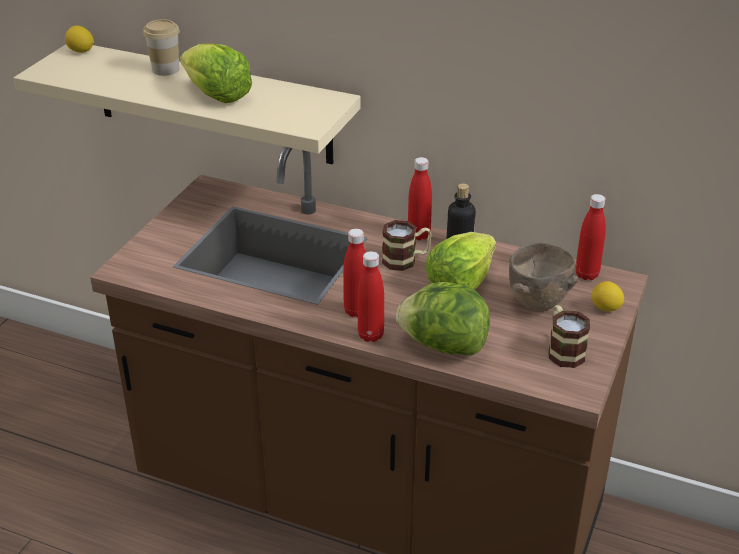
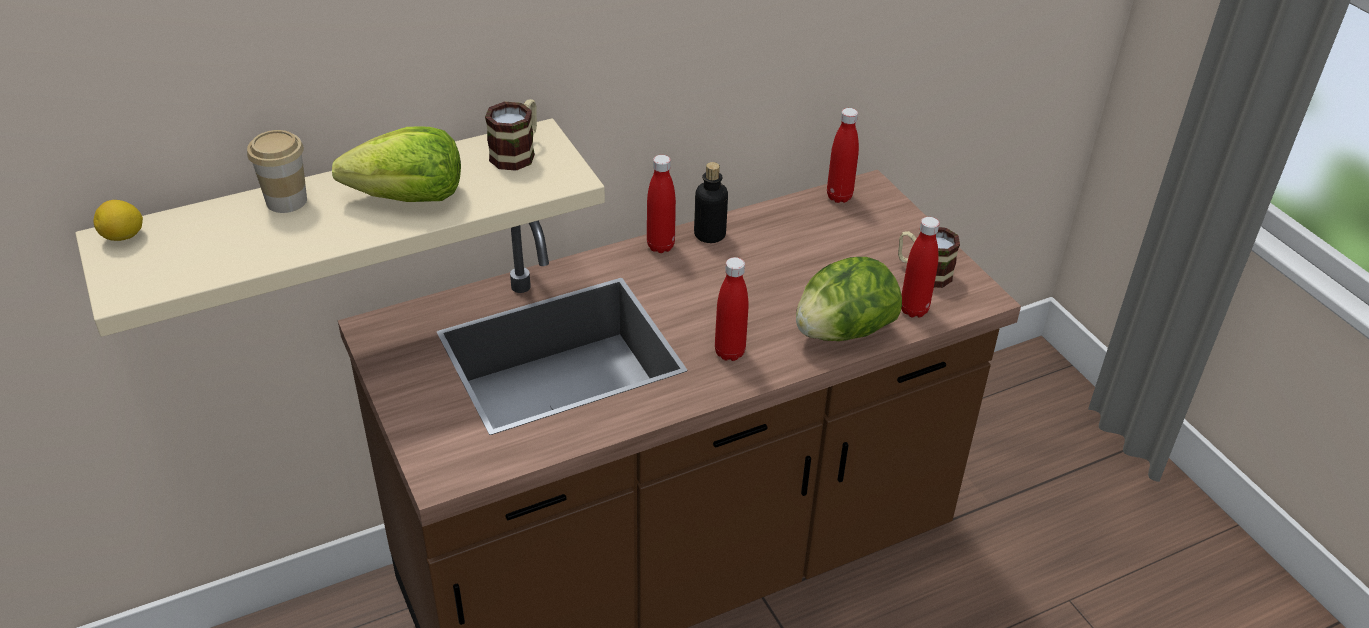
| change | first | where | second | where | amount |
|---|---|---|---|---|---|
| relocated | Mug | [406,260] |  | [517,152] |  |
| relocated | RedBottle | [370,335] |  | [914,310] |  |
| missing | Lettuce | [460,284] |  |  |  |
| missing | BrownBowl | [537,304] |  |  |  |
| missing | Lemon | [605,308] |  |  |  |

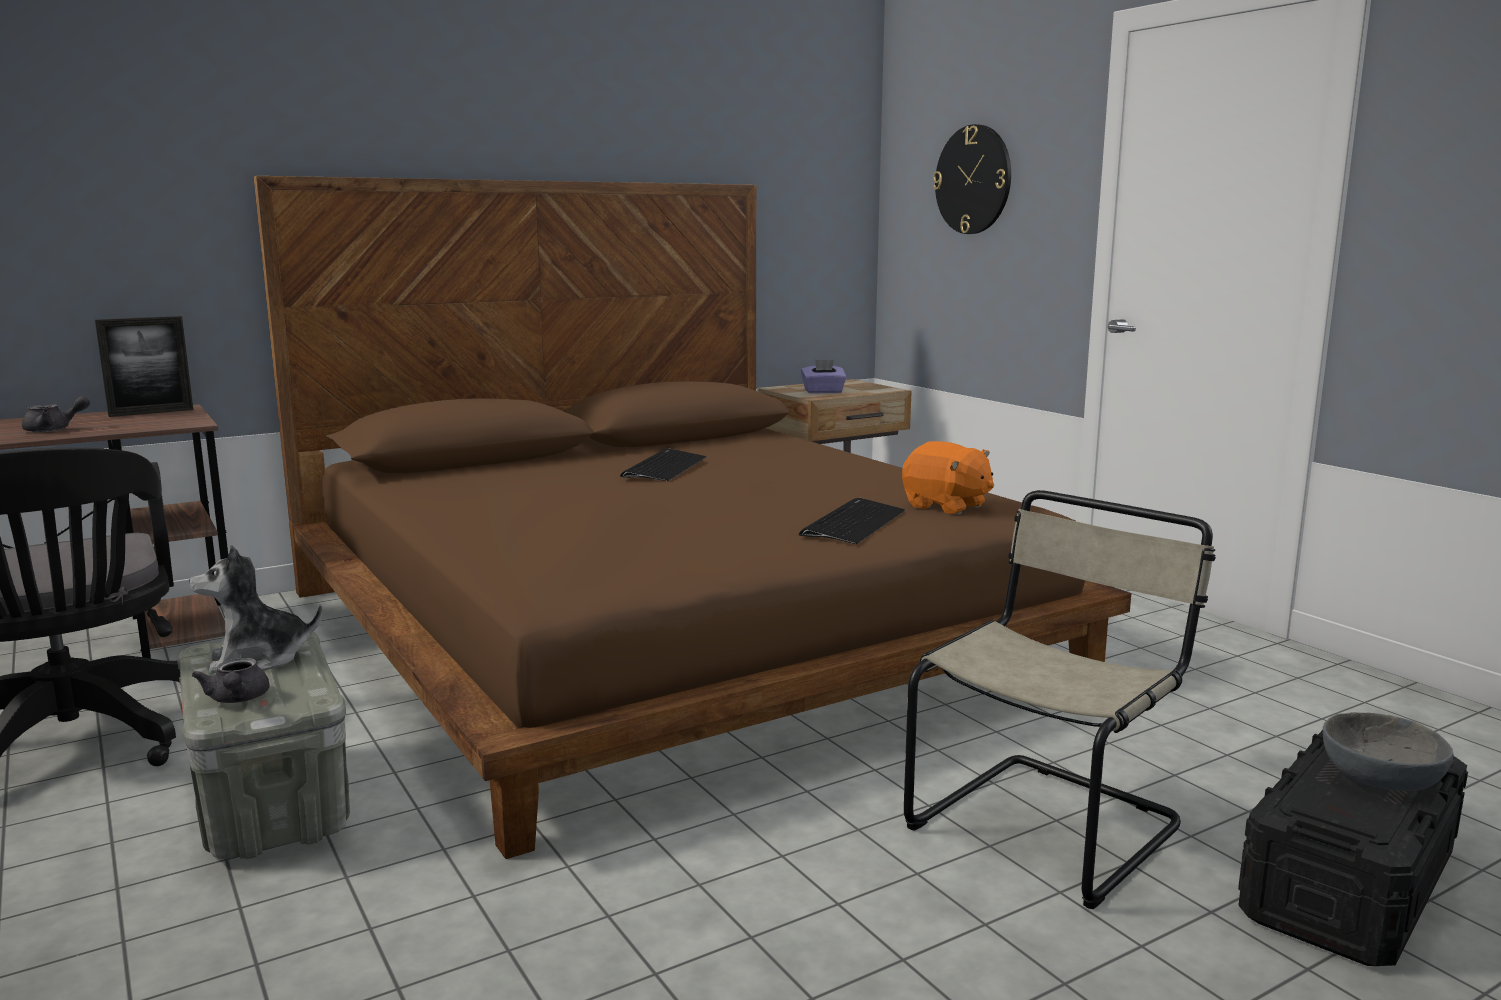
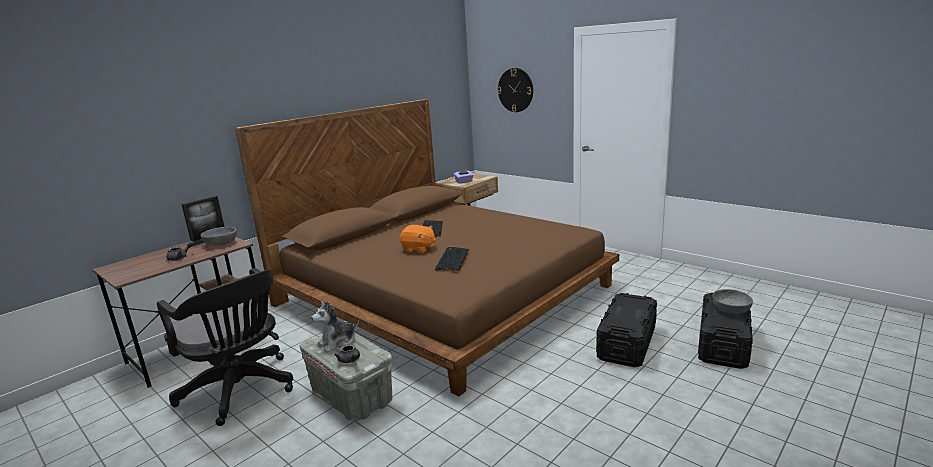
| change | first | where | second | where | amount |
|---|---|---|---|---|---|
| appeared |  |  | GreyBowl | [221,243] |  |
| relocated | OrangePlushToy | [946,506] |  | [419,249] |  |
| relocated | Keyboard | [853,523] |  | [452,259] |  |
| exchanged | BeigeChair | [1050,824] | BlackStorageBox | [627,343] |  |

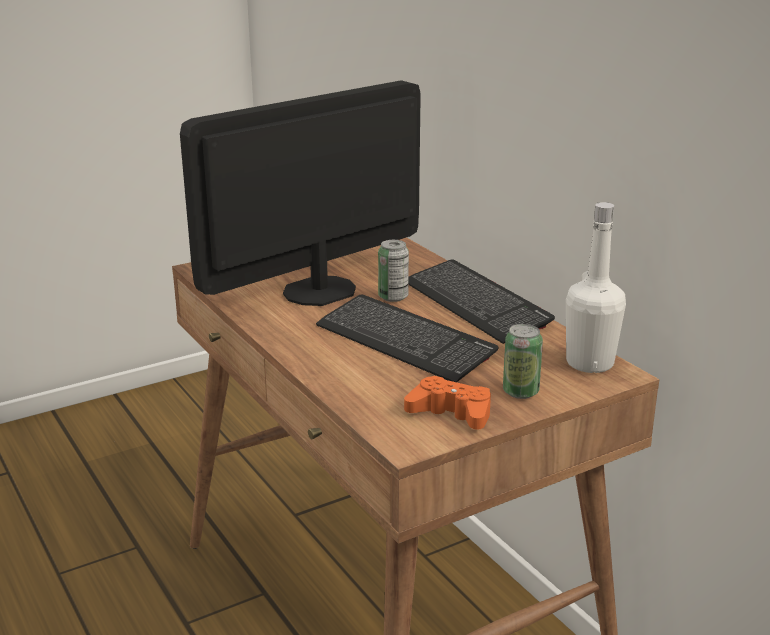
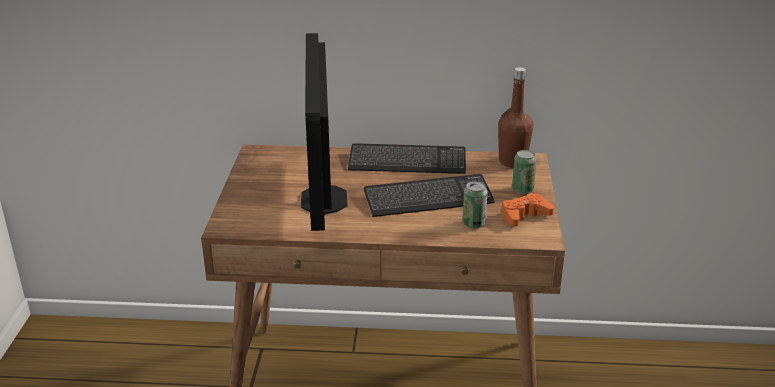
| change | first | where | second | where | amount |
|---|---|---|---|---|---|
| relocated | Can | [393,297] |  | [473,223] |  |
| colour | WhiteBottle | [589,363] | BrownBottle | [512,161] |  |

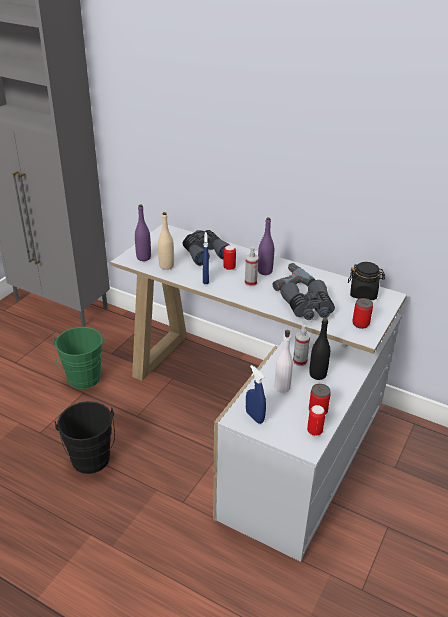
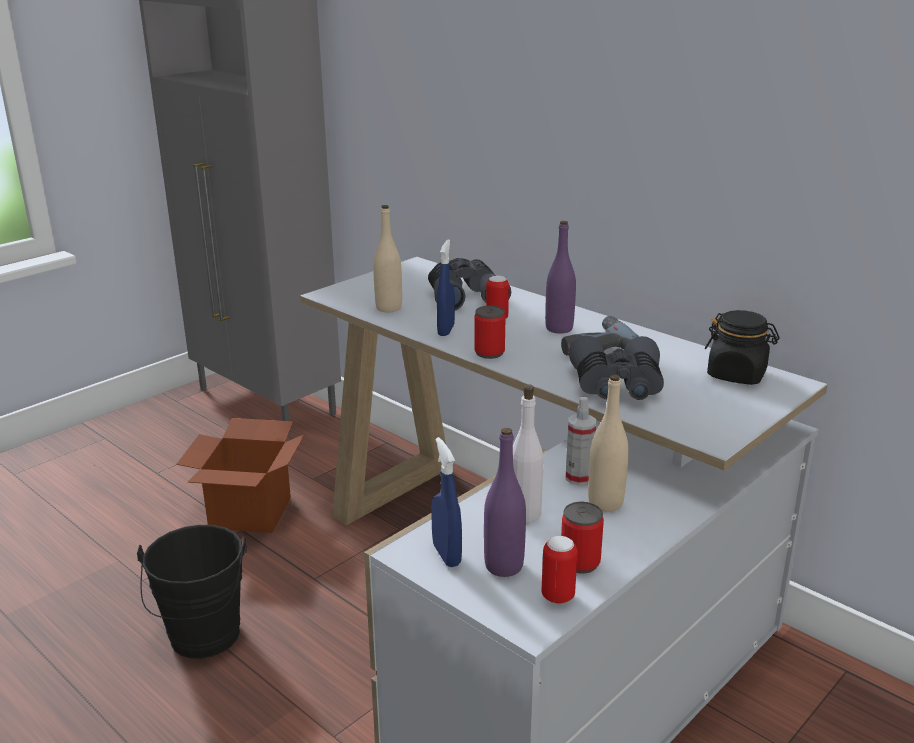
| change | first | where | second | where | amount |
|---|---|---|---|---|---|
| exchanged | GreenBucket | [84,381] | CardboardBox | [251,512] |  |
| relocated | Can | [360,324] |  | [489,353] |  |
| relocated | PurpleBottle | [143,257] |  | [504,566] |  |
| colour | BlackBottle | [317,374] | BeigeBottle | [605,503] |  |
| missing | SprayBottle | [250,282] |  |  |  |

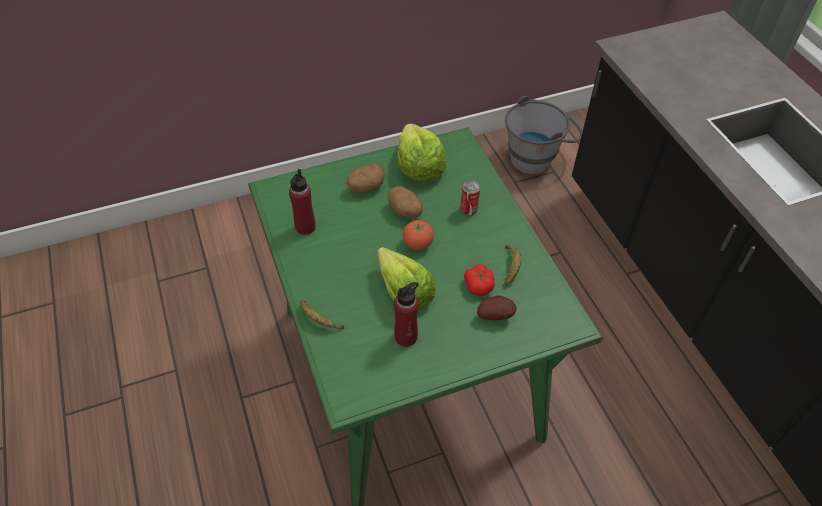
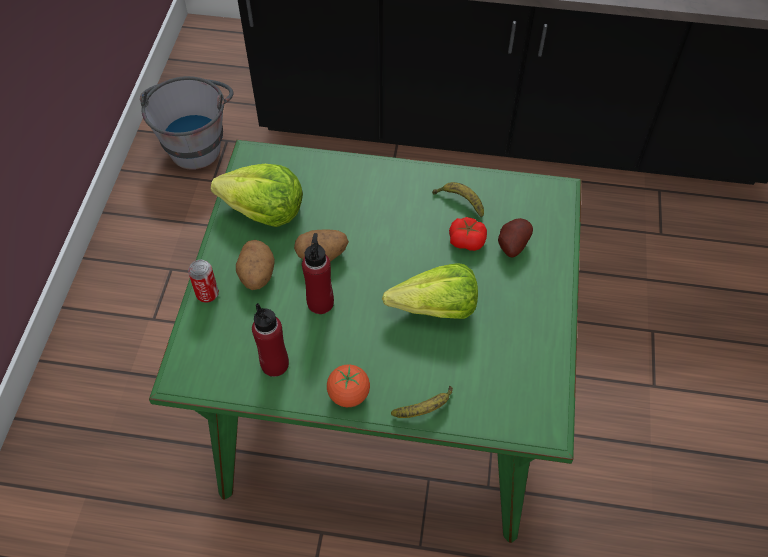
| change | first | where | second | where | amount |
|---|---|---|---|---|---|
| relocated | Can | [468,210] |  | [207,294] |  |
| relocated | RedBottle | [406,337] |  | [320,302] |  |
| relocated | Tomato | [417,244] |  | [349,394] |  |

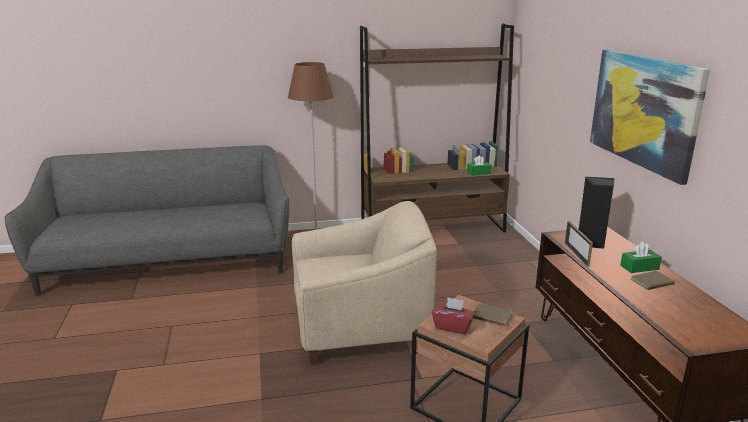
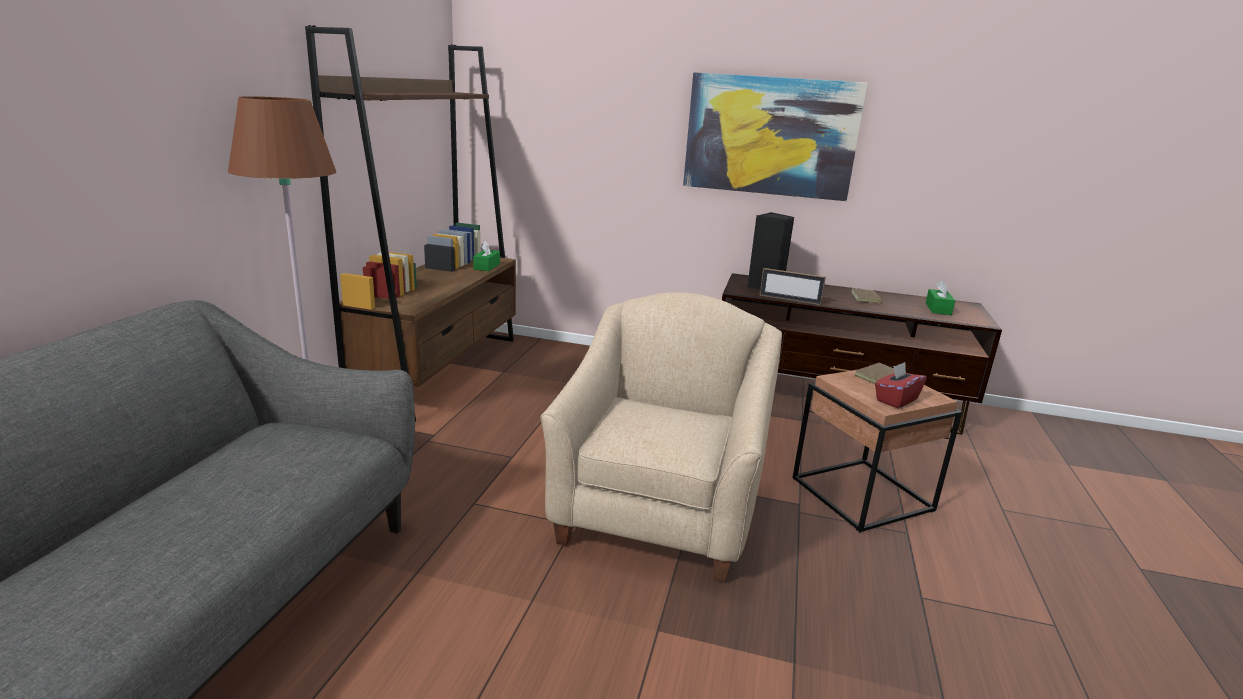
| change | first | where | second | where | amount |
|---|---|---|---|---|---|
| relocated | GreenTissueBox | [639,267] |  | [938,309] |  |

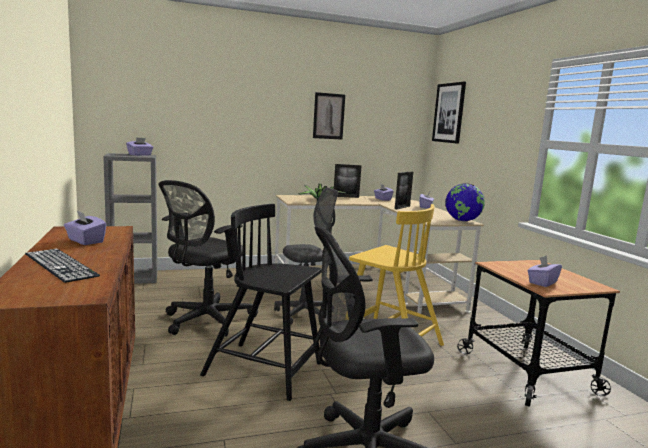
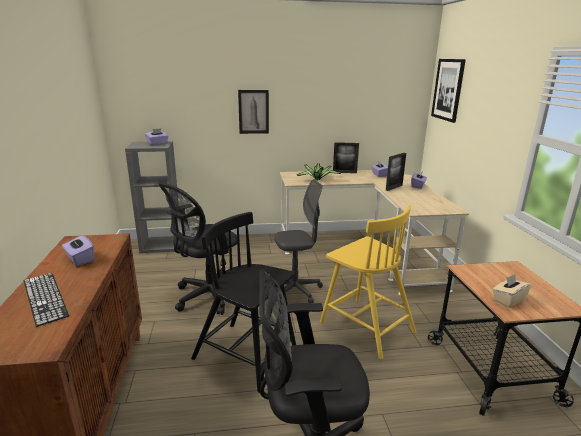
| change | first | where | second | where | amount |
|---|---|---|---|---|---|
| relocated | Picture | [328,116] |  | [253,112] |  |
| colour | PurpleTissueBox | [542,282] | BeigeTissueBox | [508,300] |  |
| missing | Globe | [462,221] |  |  |  |

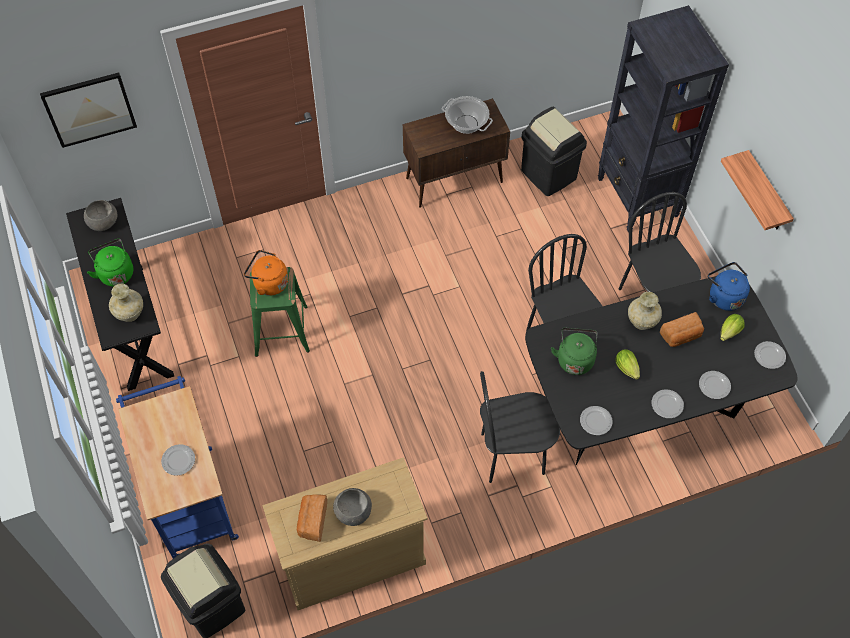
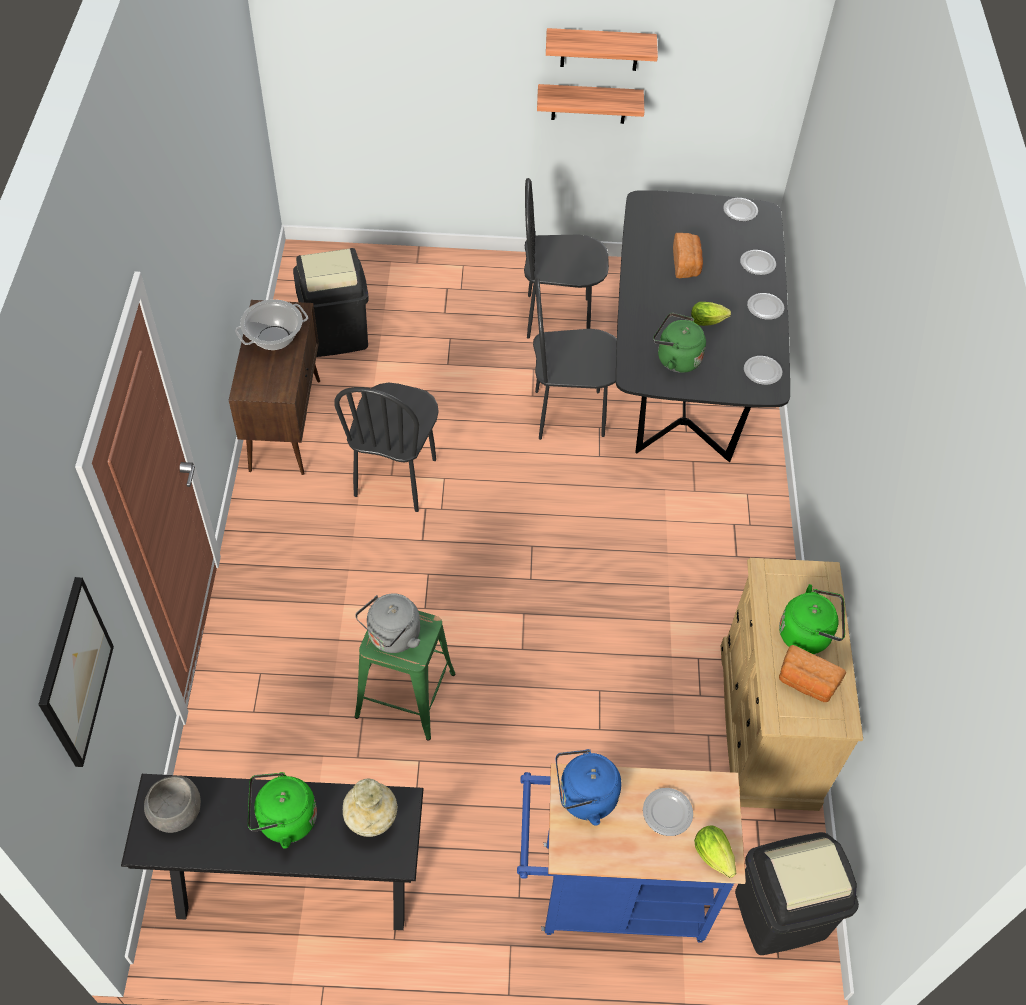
| change | first | where | second | where | amount |
|---|---|---|---|---|---|
| relocated | BlackChair | [512,454] |  | [396,478] |  |
| colour | OrangeKettle | [268,283] | GreyKettle | [392,637] |  |
| appeared |  |  | Shelf | [599,49] |  |
| relocated | BlueKettle | [724,296] |  | [583,798] |  |
| relocated | Lettuce | [728,333] |  | [715,858] |  |
| exchanged | GreyBowl | [353,512] | GreenKettle | [807,634] |  |
| missing | BlackBookcase | [637,198] |  |  |  |
| missing | BeigeVase | [642,321] |  |  |  |

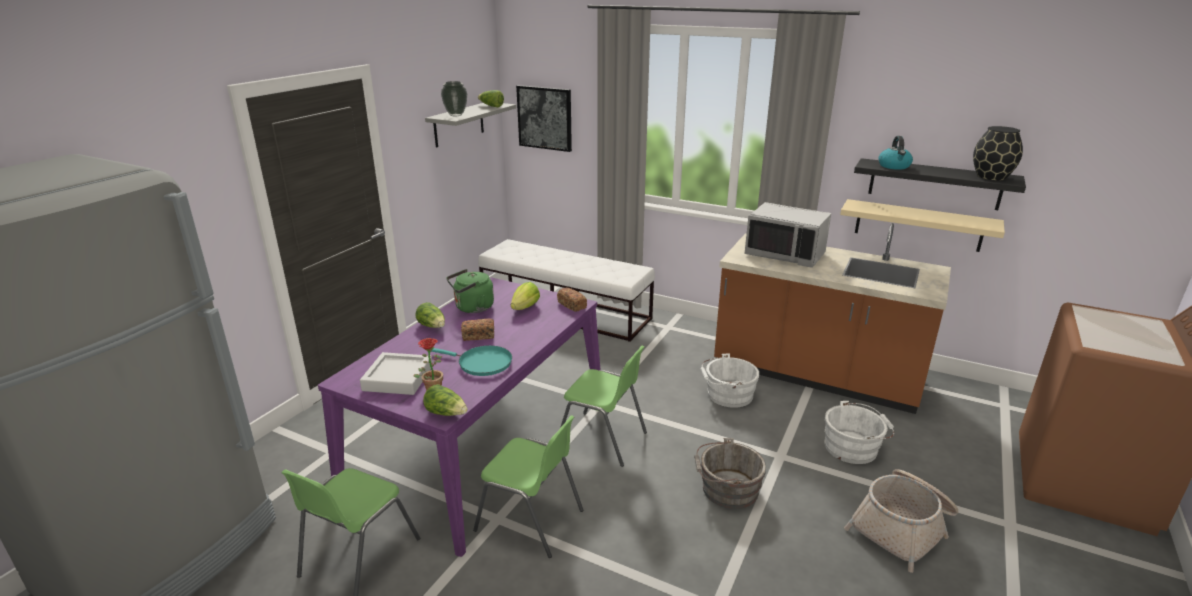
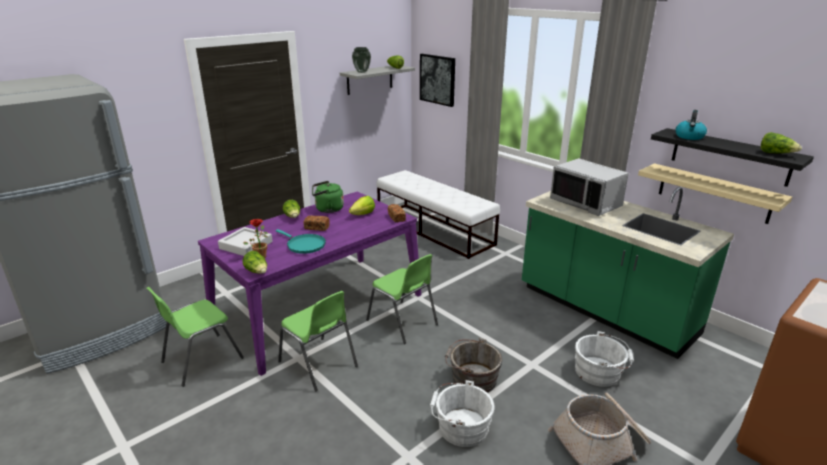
| change | first | where | second | where | amount |
|---|---|---|---|---|---|
| relocated | WhiteBucket | [727,395] |  | [460,427] |  |
| colour | BrownCounter | [815,375] | GreenCounter | [605,311] |  |
| exchanged | BlackVase | [991,176] | Lettuce | [776,153] |  |

